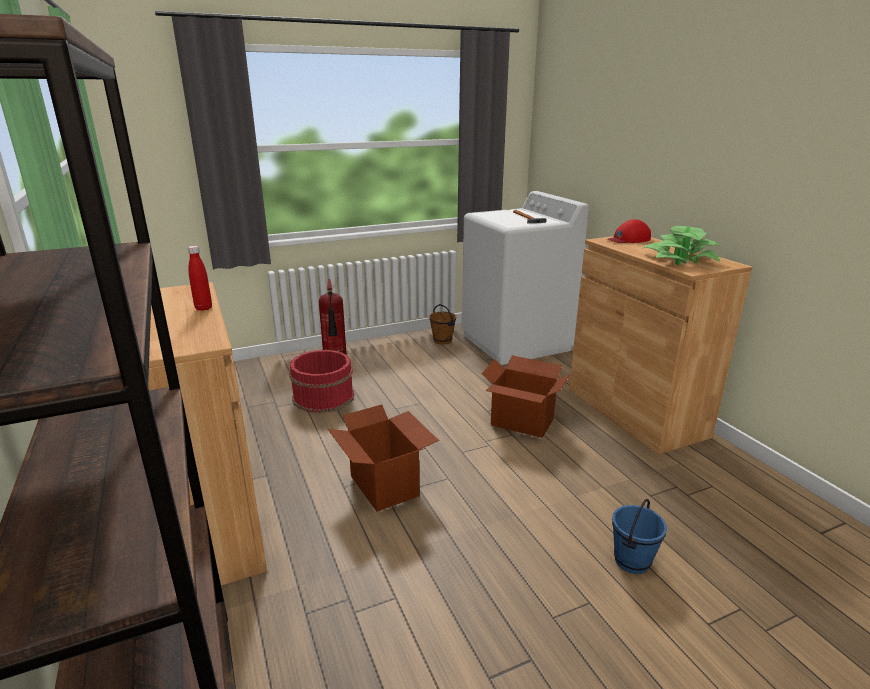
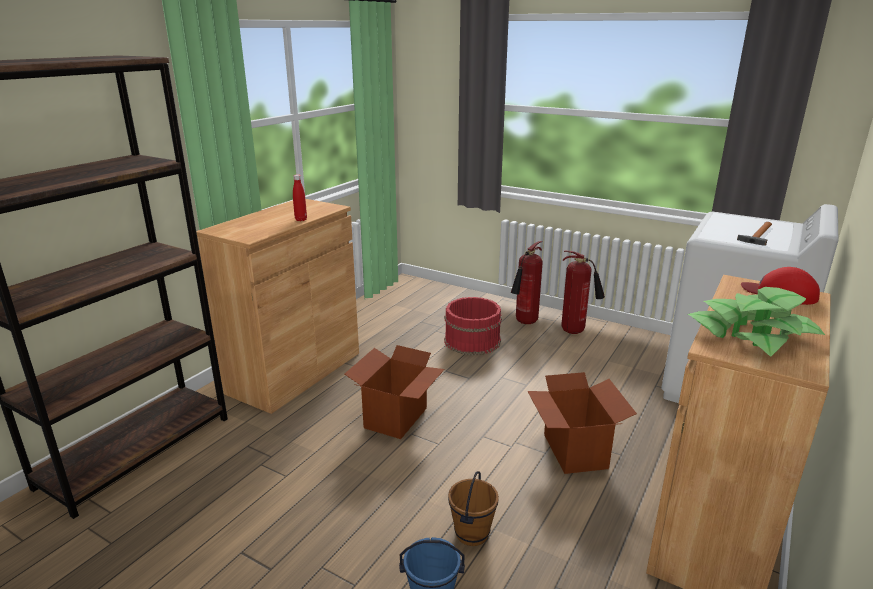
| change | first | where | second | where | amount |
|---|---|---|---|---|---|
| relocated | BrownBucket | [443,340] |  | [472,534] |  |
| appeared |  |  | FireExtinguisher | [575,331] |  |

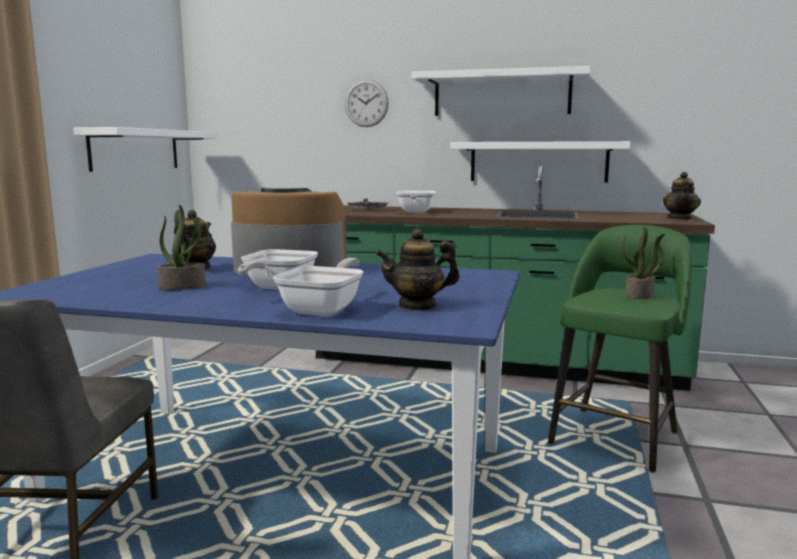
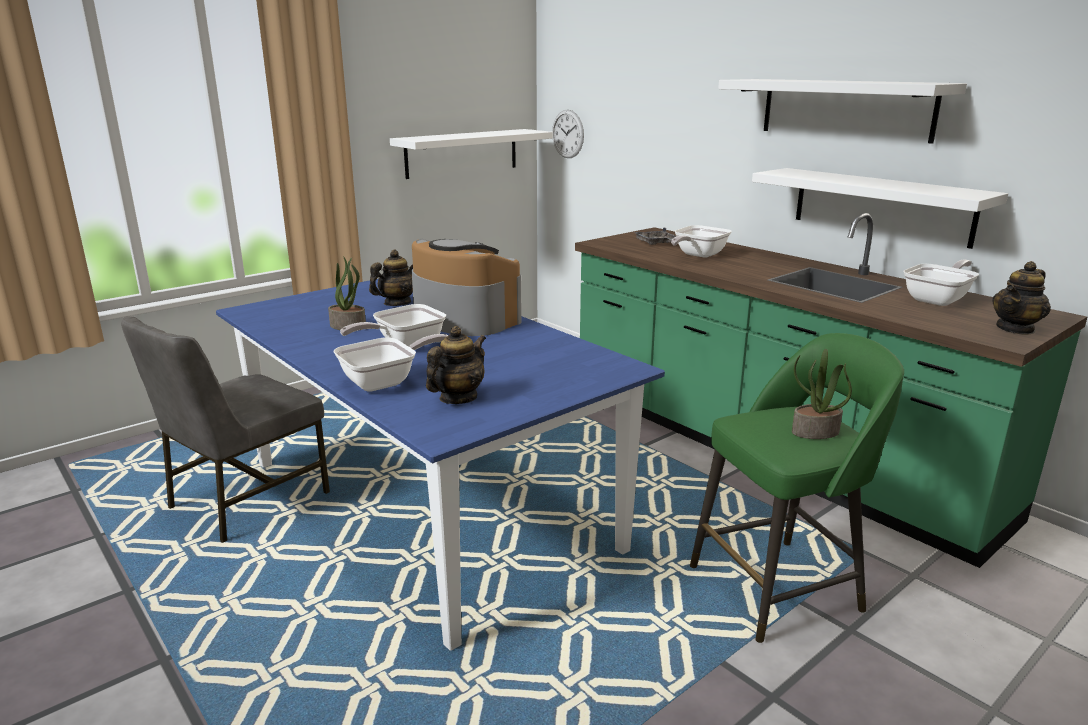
| change | first | where | second | where | amount |
|---|---|---|---|---|---|
| spun | Teapot | [418,306] |  | [458,398] | 105 degrees clockwise |
| relocated | WallClock | [366,103] |  | [567,134] |  |
| appeared |  |  | FryingPan | [939,299] |  |

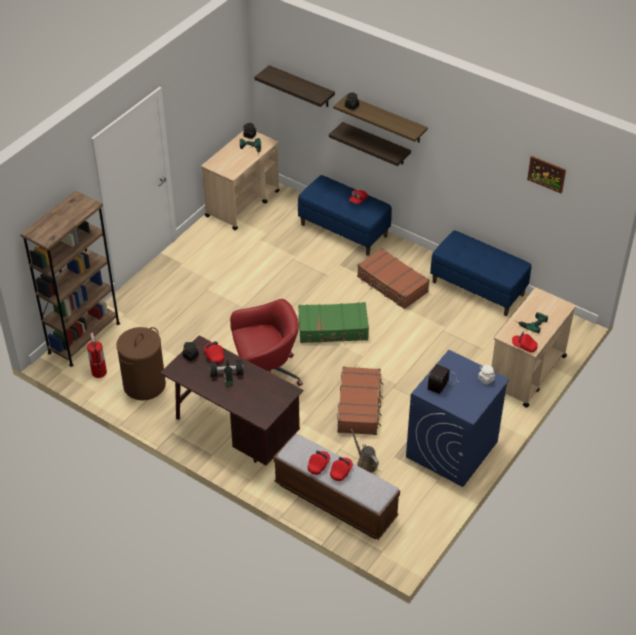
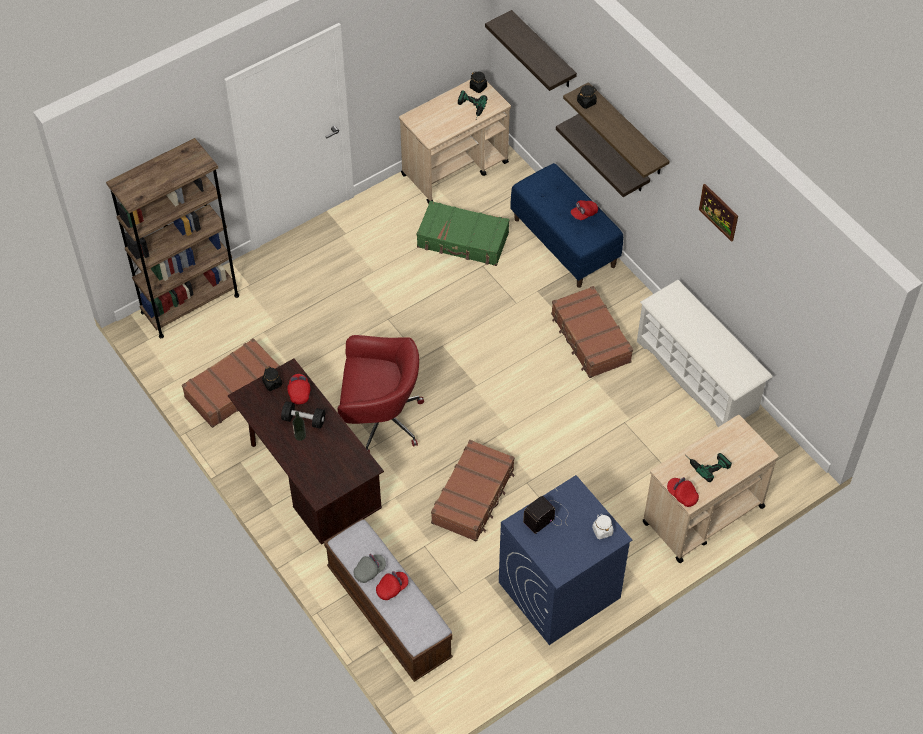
| change | first | where | second | where | amount |
|---|---|---|---|---|---|
| exchanged | BrownLaundryBasket | [144,385] | BrownSuitcase | [233,389] |  |
| colour | RedCap | [318,465] | GreyCap | [369,571] |  |
| relocated | GreenSuitcase | [333,329] |  | [463,241] |  |
| exchanged | BlueBench | [478,288] | WhiteShoeRack | [698,376] |  |
| relocated | Picture | [546,174] |  | [719,212] |  |
| missing | FireExtinguisher | [99,372] |  |  |  |
| missing | BrownWateringCan | [365,463] |  |  |  |

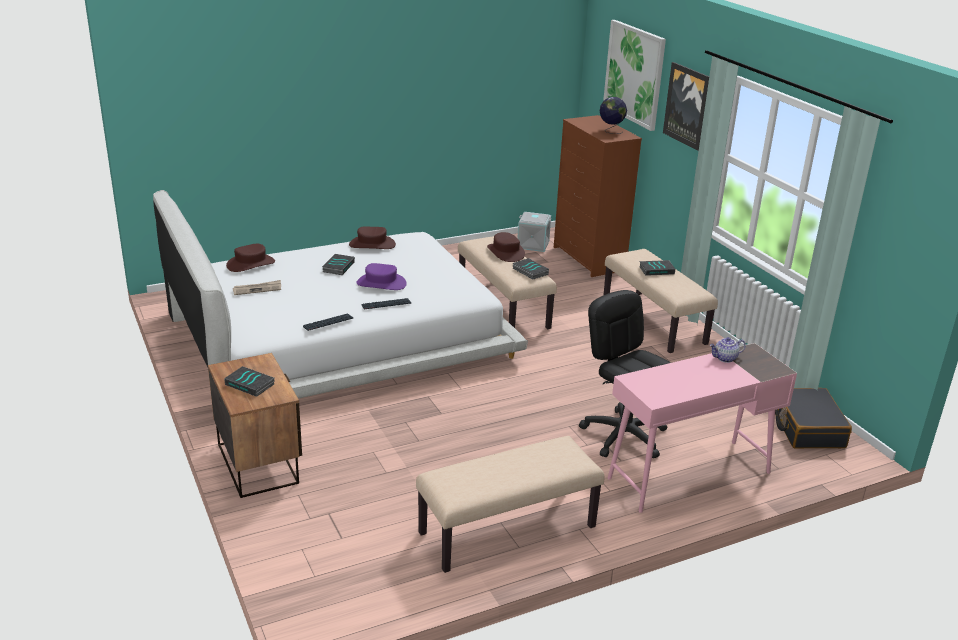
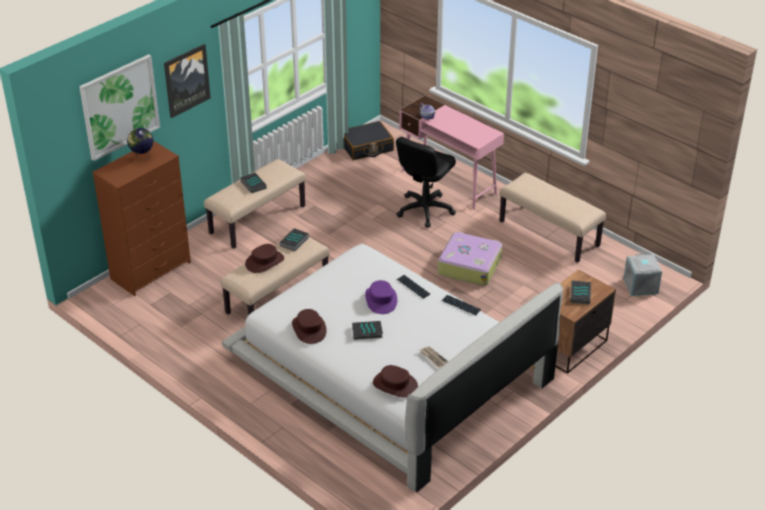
| change | first | where | second | where | amount |
|---|---|---|---|---|---|
| appeared |  |  | Suitcase | [469,266] |  |
| relocated | GreyStorageBox | [532,245] |  | [641,286] |  |

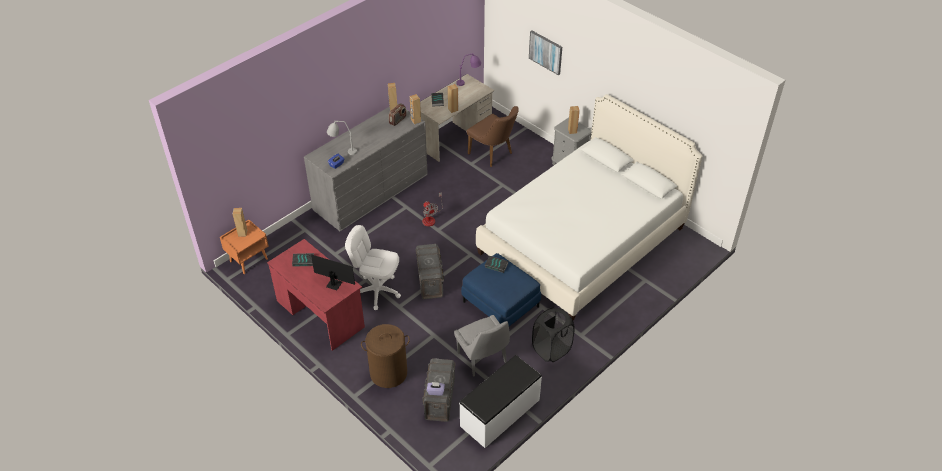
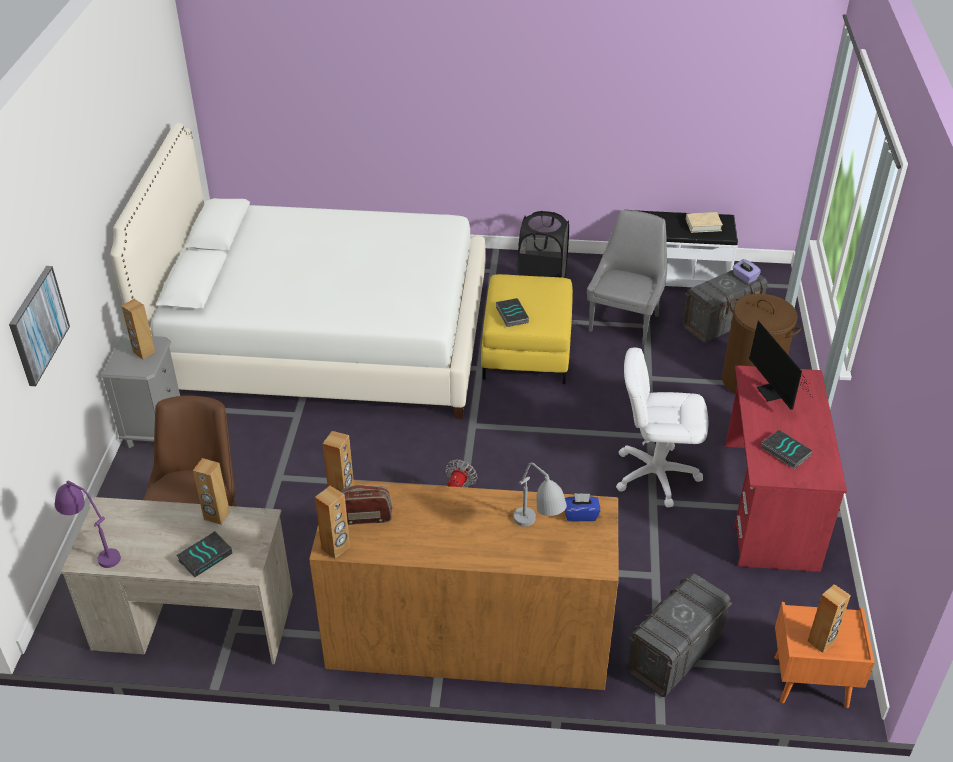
| change | first | where | second | where | amount |
|---|---|---|---|---|---|
| colour | GreyDresser | [371,191] | BrownDresser | [468,637] |  |
| colour | BlueOttoman | [501,304] | YellowOttoman | [526,350] |  |
| spun | WhiteOfficeChair | [377,291] |  | [656,474] | 120 degrees clockwise |
| relocated | GreyStorageBox | [430,281] |  | [674,654] |  |
| appeared |  |  | BeigeBook | [703,225] |  |

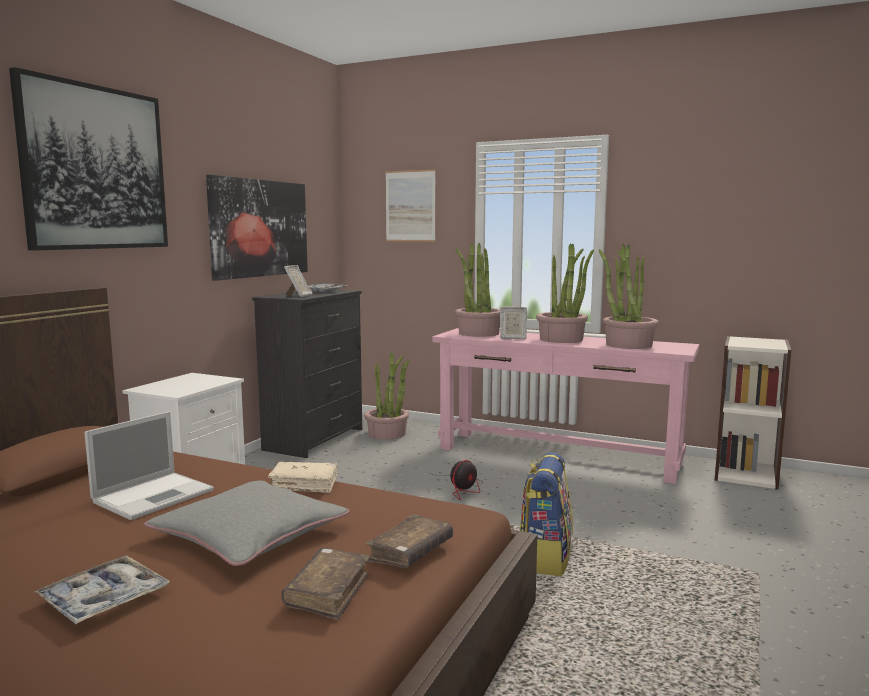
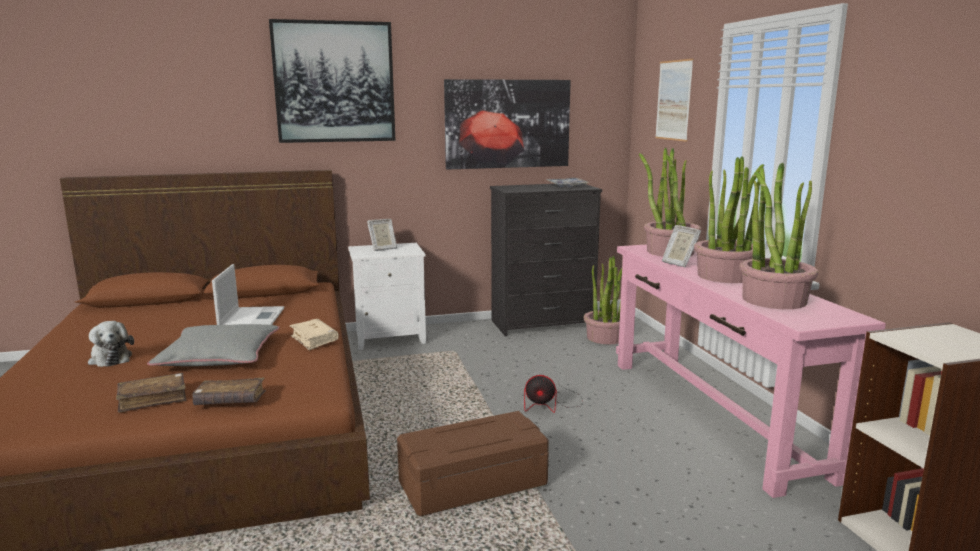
| change | first | where | second | where | amount |
|---|---|---|---|---|---|
| exchanged | Tray | [104,599] | PlushToy | [110,358] |  |
| spun | Laptop | [155,495] |  | [252,318] | 90 degrees counterclockwise |
| relocated | PictureFrame | [298,296] |  | [382,249] |  |
| exchanged | Backpack | [544,558] | BrownStorageBox | [473,483] |  |

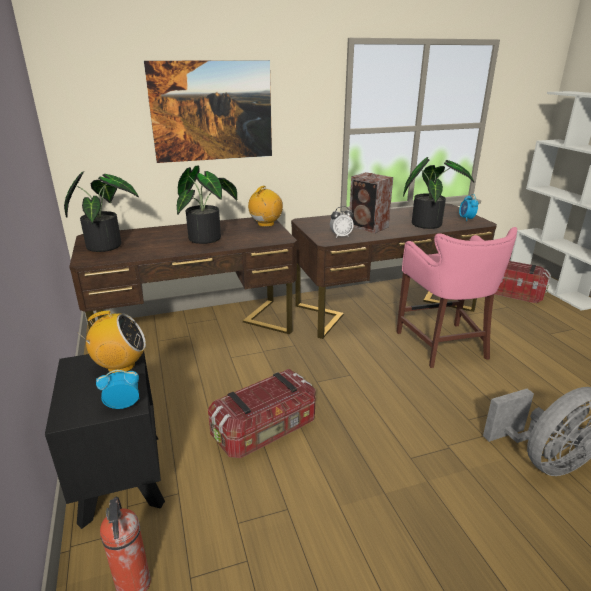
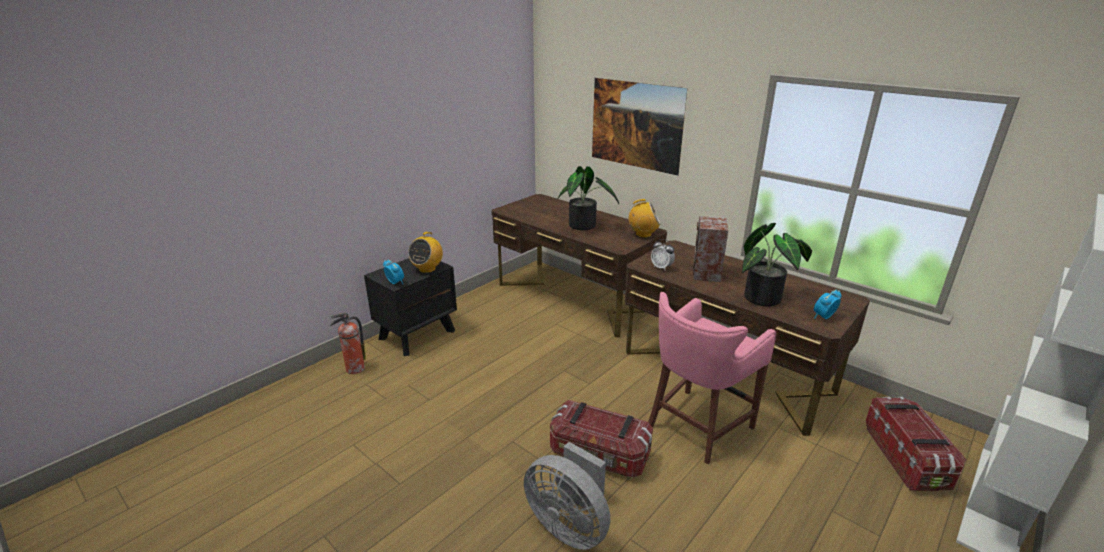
| change | first | where | second | where | amount |
|---|---|---|---|---|---|
| spun | Radio | [120,366] |  | [427,269] | 60 degrees clockwise |
| relocated | StorageBox | [266,431] |  | [599,455] |  |
| missing | PottedPlant | [107,245] |  |  |  |

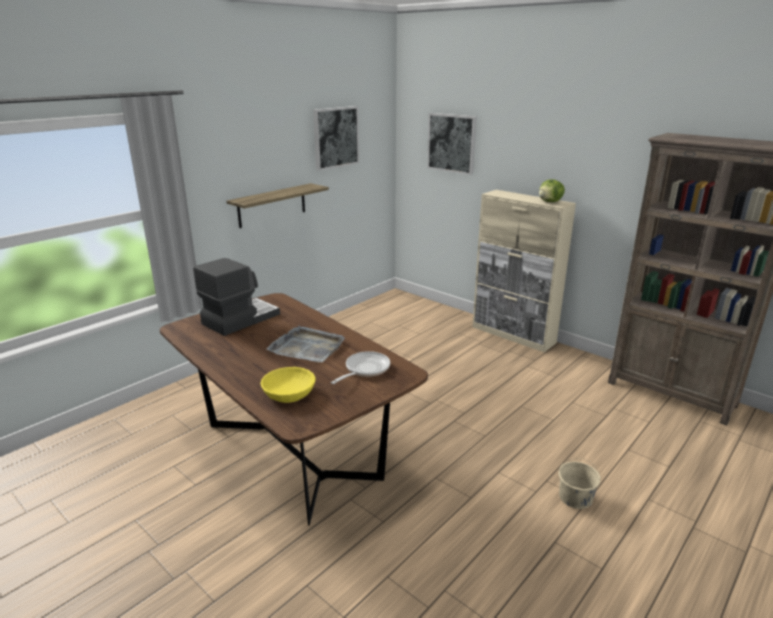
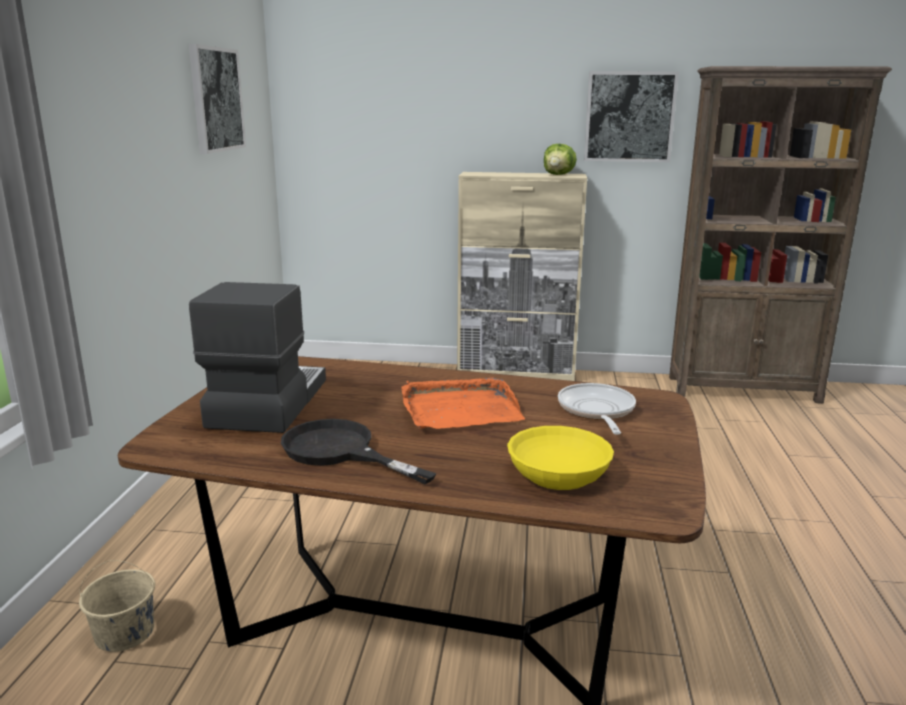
| change | first | where | second | where | amount |
|---|---|---|---|---|---|
| relocated | BeigeBucket | [575,498] |  | [125,633] |  |
| appeared |  |  | BlackFryingPan | [340,451] |  |
| colour | GreyTray | [307,347] | OrangeTray | [459,409] |  |
| relocated | Picture | [451,143] |  | [629,117] |  |
| missing | Shelf | [272,205] |  |  |  |

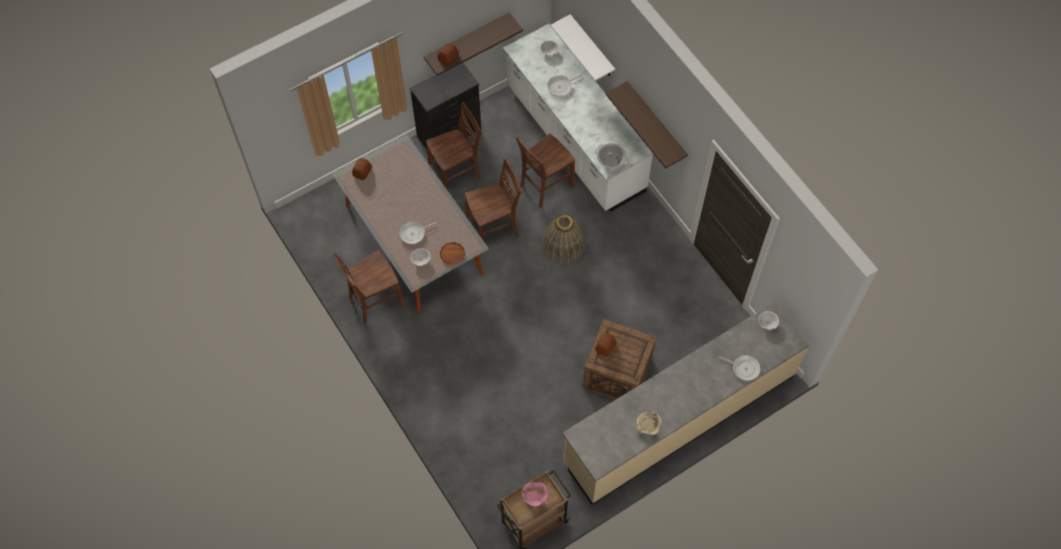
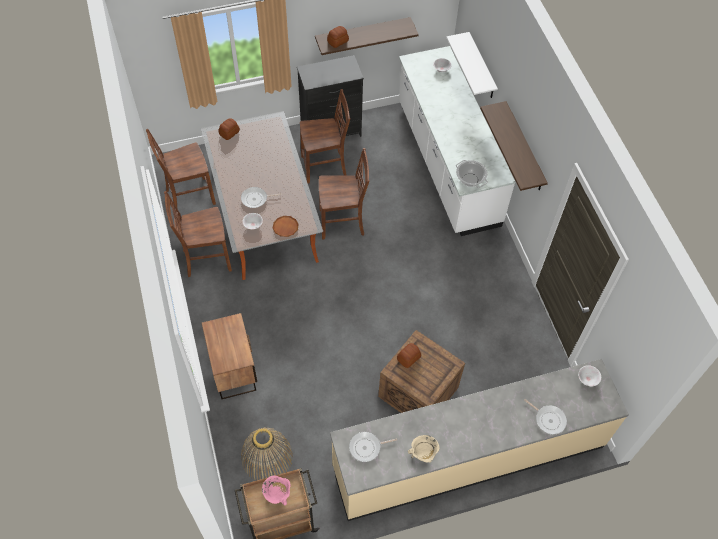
| change | first | where | second | where | amount |
|---|---|---|---|---|---|
| relocated | BrownChair | [545,186] |  | [189,196] |  |
| appeared |  |  | Nightstand | [234,368] |  |
| relocated | Basket | [563,244] |  | [267,457] |  |
| relocated | FryingPan | [561,86] |  | [367,447] |  |

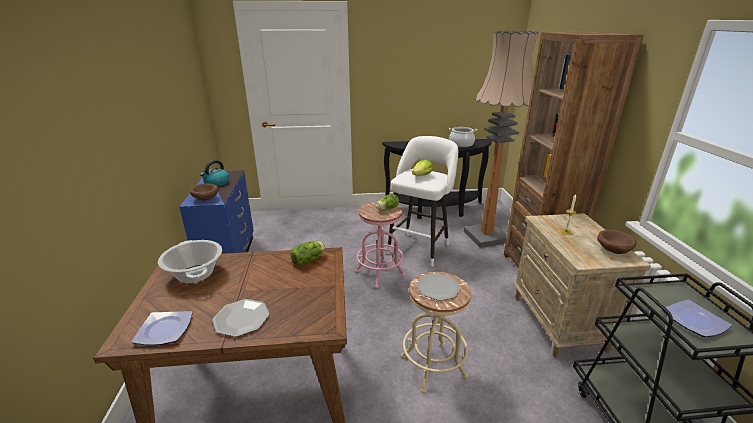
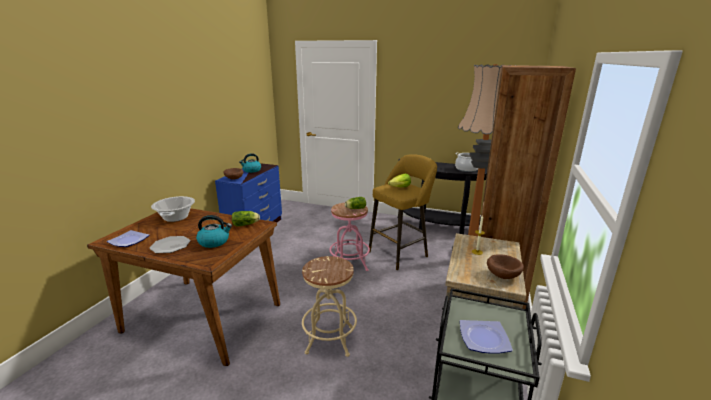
| change | first | where | second | where | amount |
|---|---|---|---|---|---|
| appeared |  |  | Kettle | [214,242] |  |
| colour | WhiteStool | [420,247] | YellowStool | [400,253] |  |
| missing | Plate | [438,287] |  |  |  |

